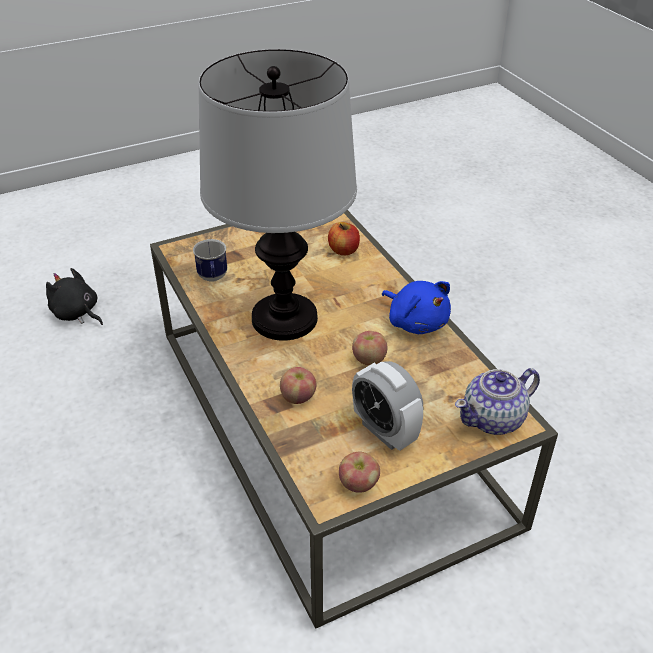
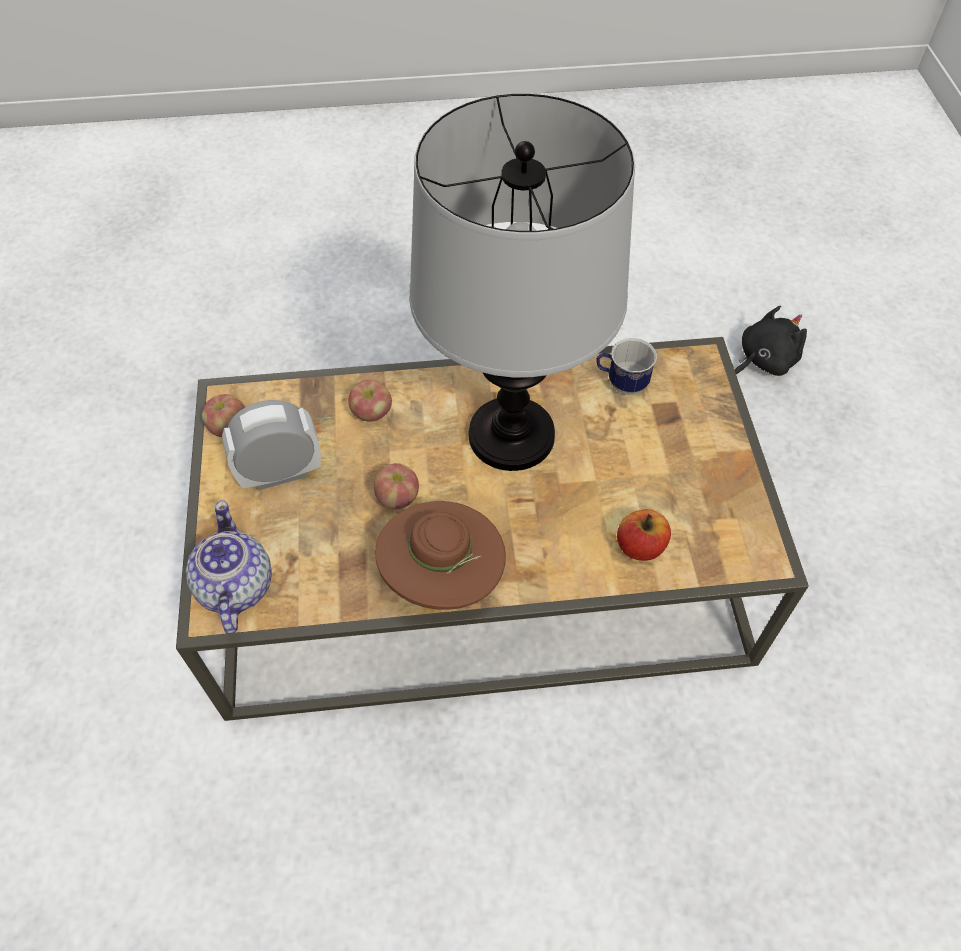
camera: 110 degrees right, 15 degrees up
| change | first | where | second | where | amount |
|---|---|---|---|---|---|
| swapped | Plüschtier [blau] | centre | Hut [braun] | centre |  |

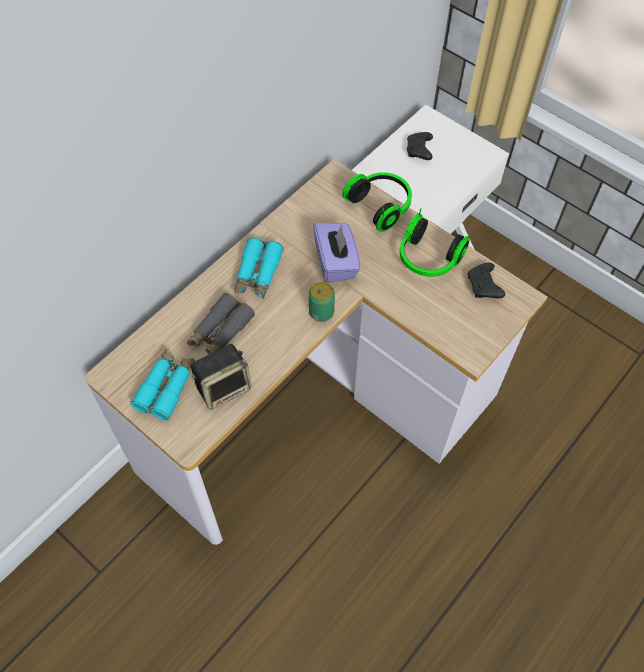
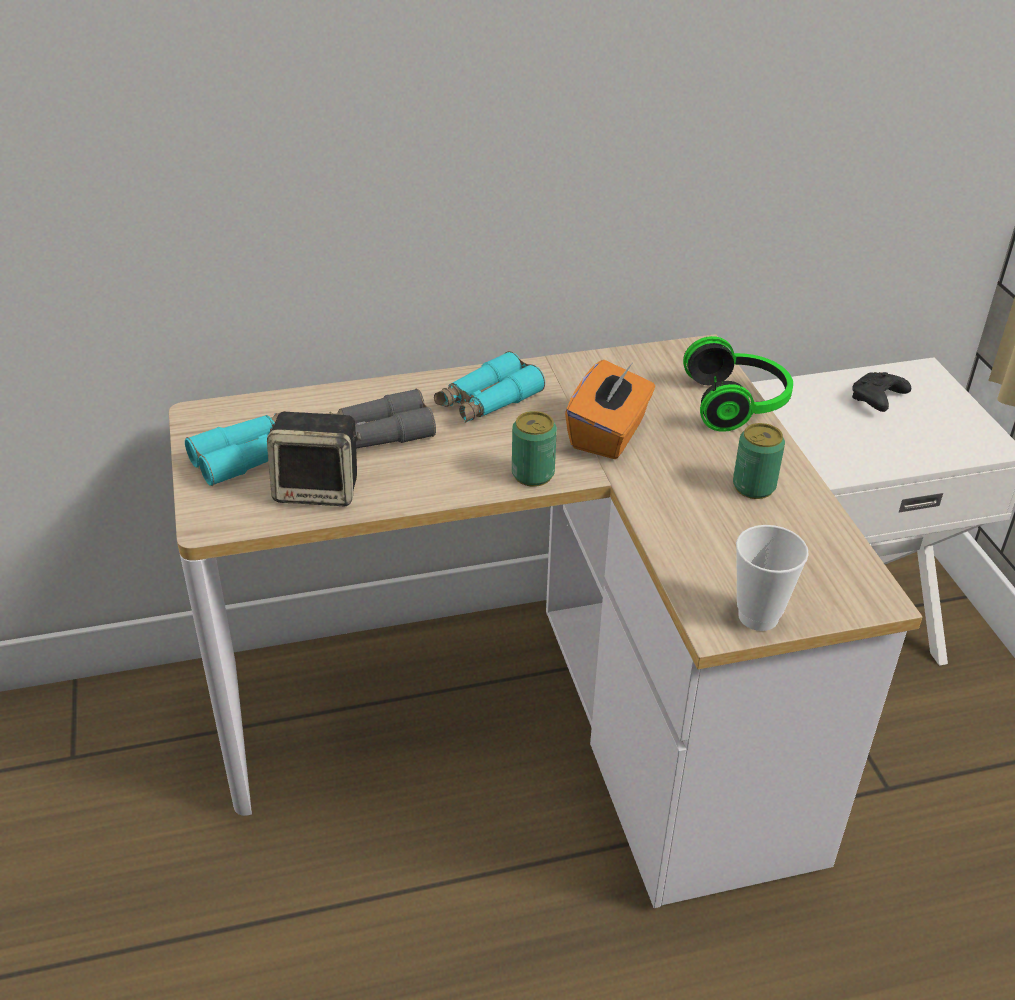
camera: 35 degrees right, 20 degrees down
| change | first | where | second | where | amount |
|---|---|---|---|---|---|
| swapped | Kopfhörer (no. 2 from left) | middle right | Dose (no. 2 from left) | middle right |  |
| repainted | Taschentuchbox [lila] | centre | Taschentuchbox [orange] | centre |  |
| gone | Gamepad [schwarz] (no. 2 from left) | middle right |  |  |  |
| new |  |  | Tasse | middle right |  |

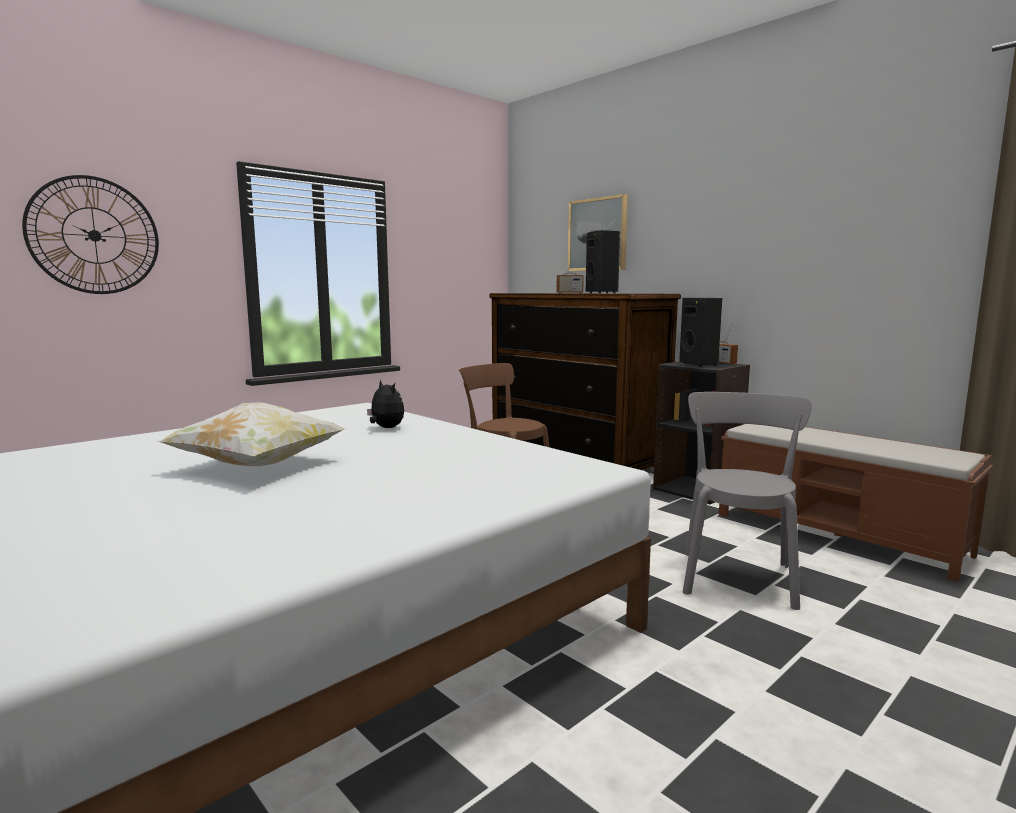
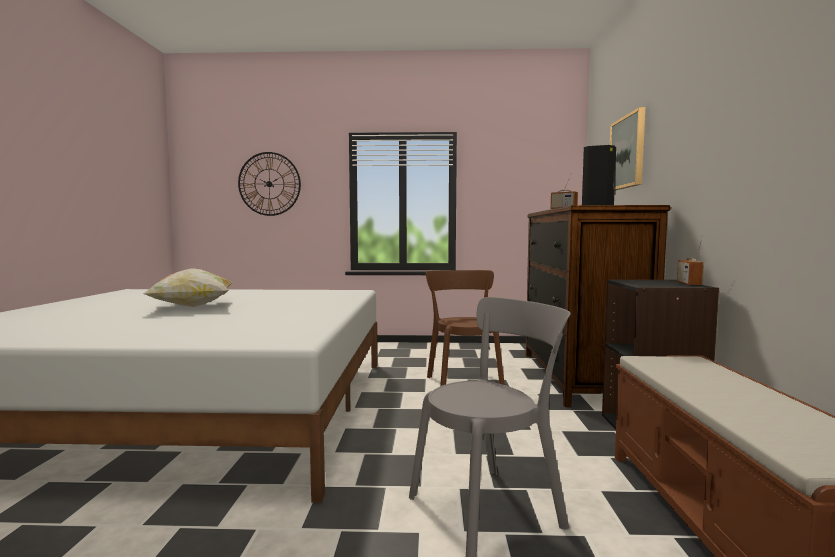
camera: 45 degrees right, 5 degrees down
| change | first | where | second | where | amount |
|---|---|---|---|---|---|
| gone | Lautsprecher [schwarz] (no. 2 from left) | middle right |  |  |  |
| gone | Plüschtier | centre |  |  |  |

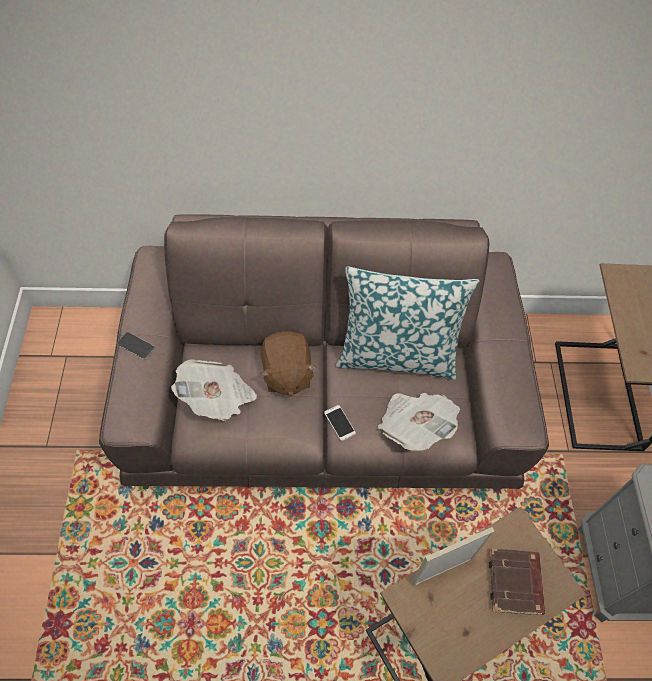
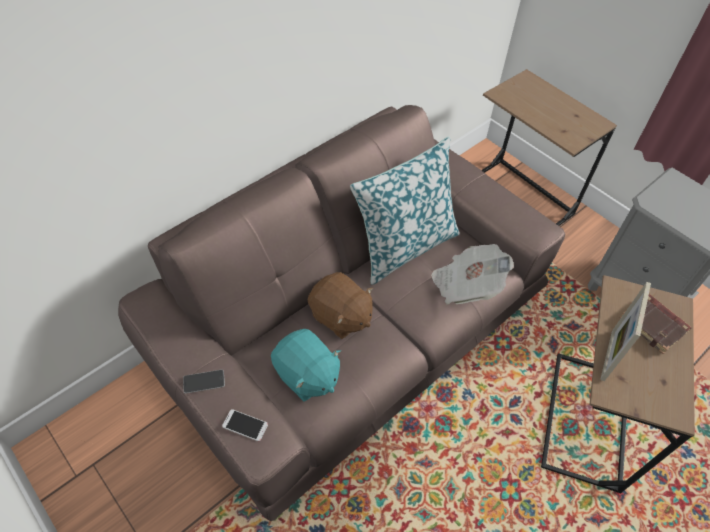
camera: 40 degrees left, 5 degrees down
| change | first | where | second | where | amount |
|---|---|---|---|---|---|
| swapped | Zeitung (no. 1 from left) | middle left | Plüschtier [türkis] | bottom centre |  |
| shifted | Handy (no. 2 from left) | centre |  | bottom centre |  |

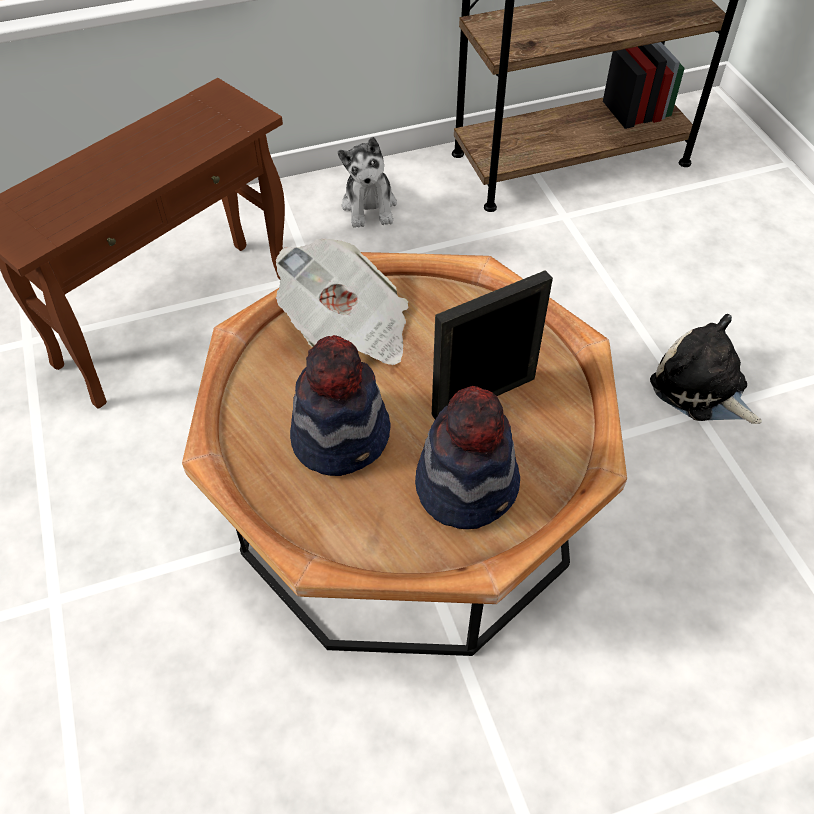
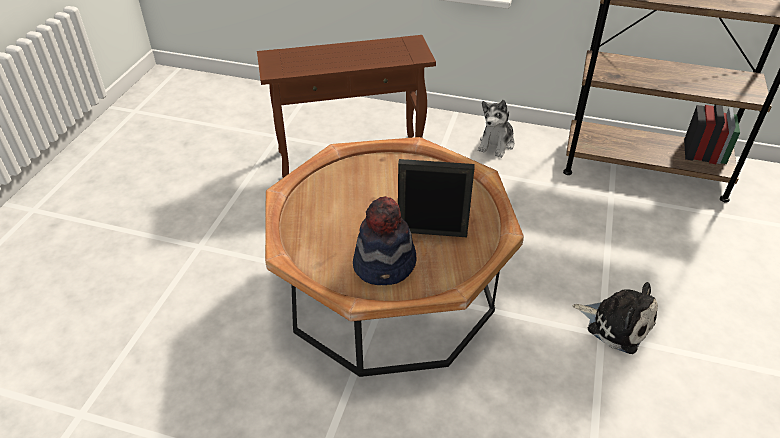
camera: 35 degrees right, 10 degrees down
| change | first | where | second | where | amount |
|---|---|---|---|---|---|
| gone | Zeitung | centre |  |  |  |
| rotated | Plüschtier (no. 2 from left) | middle right |  | bottom right | 135 degrees clockwise |
| gone | Hut (no. 1 from left) | centre |  |  |  |

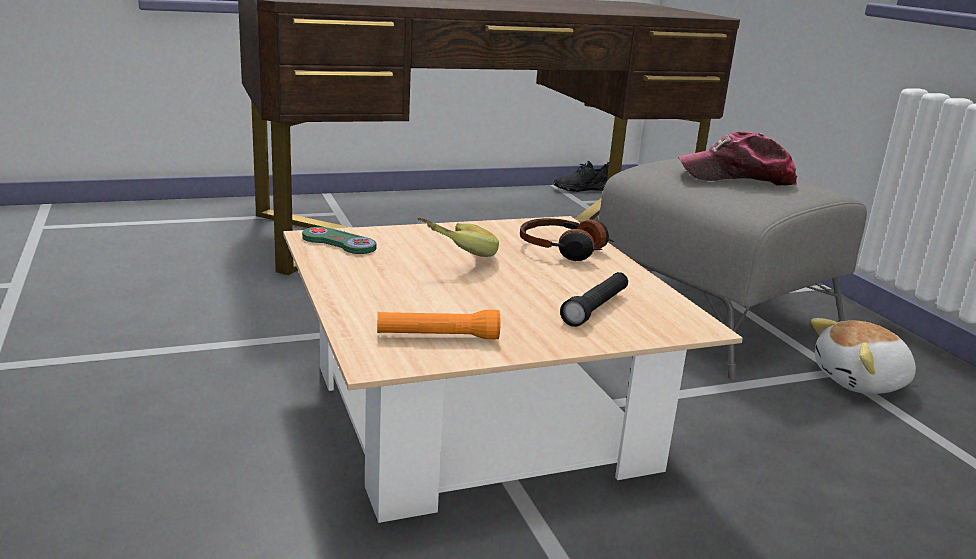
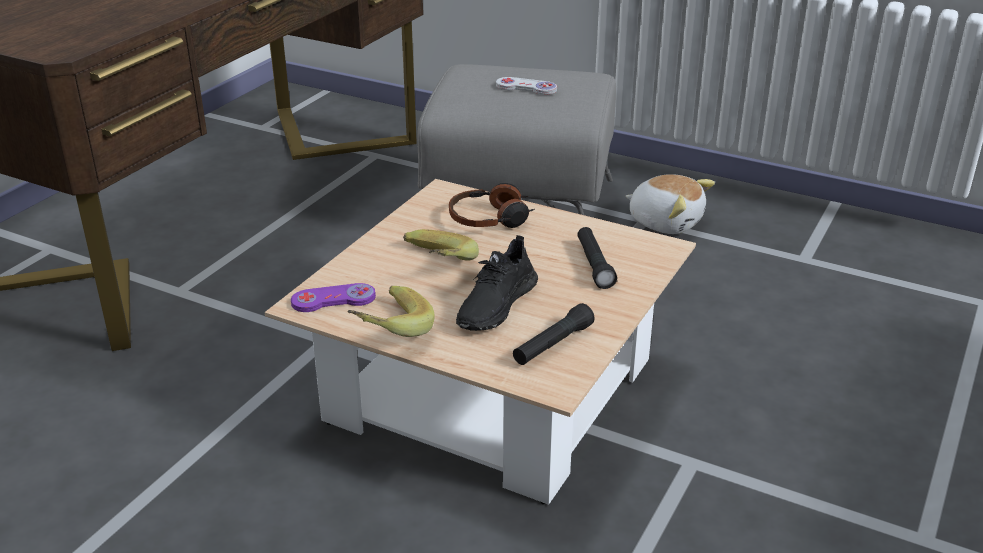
camera: 40 degrees left, 10 degrees up
| change | first | where | second | where | amount |
|---|---|---|---|---|---|
| swapped | Kappe | top right | Gamepad [weiß] | top centre |  |
| shifted | Schuh [schwarz] | top centre |  | centre |  |
| repainted | Gamepad [grün] | centre | Gamepad [lila] | centre |  |
| repainted | Taschenlampe [orange] | centre | Taschenlampe [schwarz] (no. 1 from left) | centre |  |
| rotated | Plüschtier | middle right |  | middle right | 90 degrees counterclockwise |
| new |  |  | Banane (no. 1 from left) | centre |  |

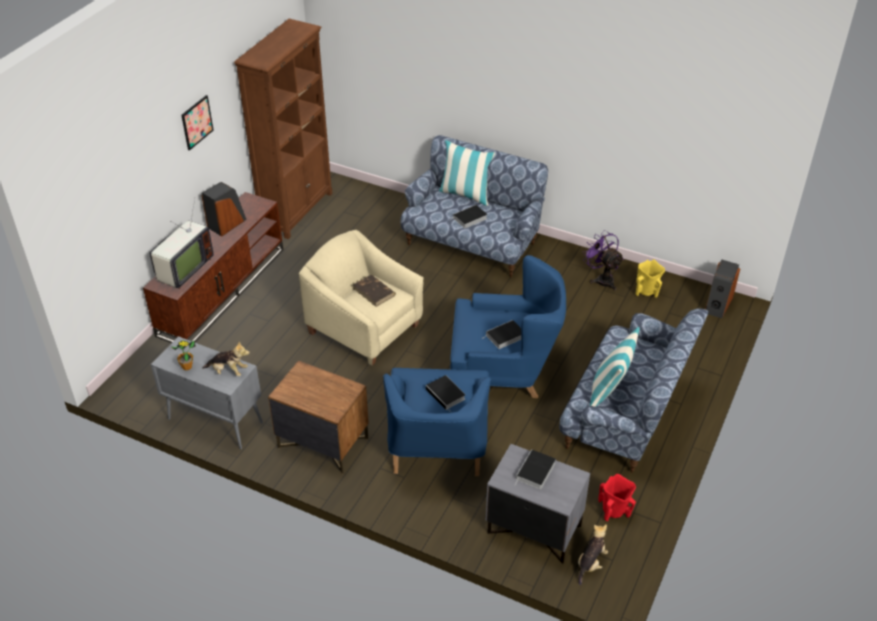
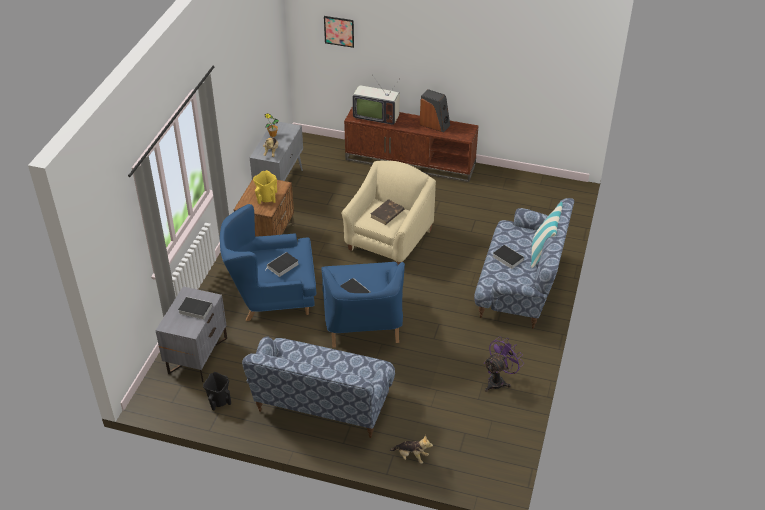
camera: 80 degrees right, 0 degrees up
| change | first | where | second | where | amount |
|---|---|---|---|---|---|
| gone | Bücherregal [braun] | top left |  |  |  |
| shifted | Bild | top left |  | top centre |  |
| shifted | Vase [gelb] | middle right |  | centre |  |
| gone | Lautsprecher (no. 2 from left) | middle right |  |  |  |
| gone | Kissen (no. 2 from left) | middle right |  |  |  |
| repainted | Vase [rot] | bottom right | Vase [schwarz] | bottom left |  |
| shifted | Plüschtier (no. 2 from left) | bottom right |  | bottom centre |  |

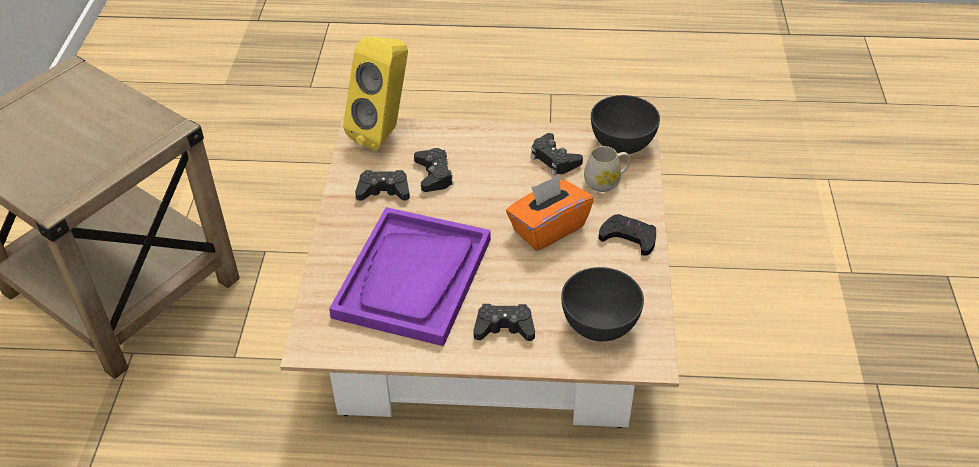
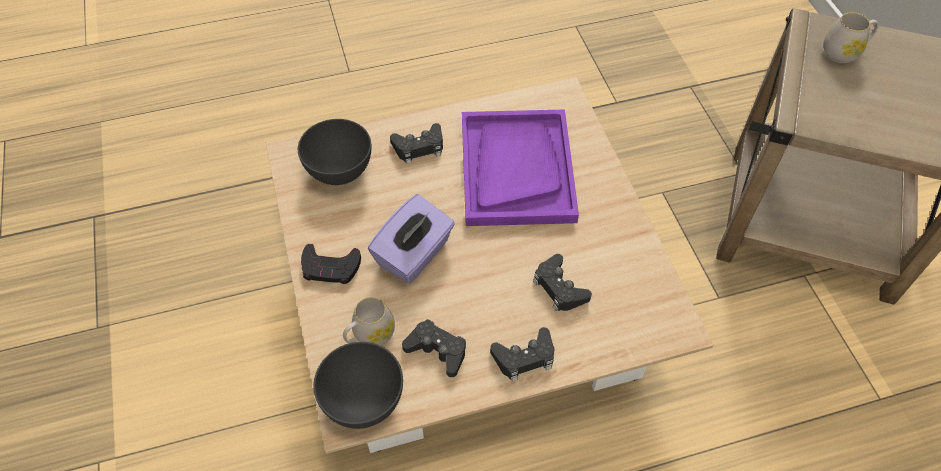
camera: 160 degrees right, 10 degrees up
| change | first | where | second | where | amount |
|---|---|---|---|---|---|
| gone | Lautsprecher [gelb] | top centre |  |  |  |
| shifted | Gamepad [schwarz] (no. 1 from left in the first image) | centre | Gamepad [schwarz] (no. 4 from left) | bottom centre |  |
| repainted | Taschentuchbox [orange] | centre | Taschentuchbox [lila] | centre |  |
| new |  |  | Henkelbecher [weiß] (no. 2 from left) | top right |  |

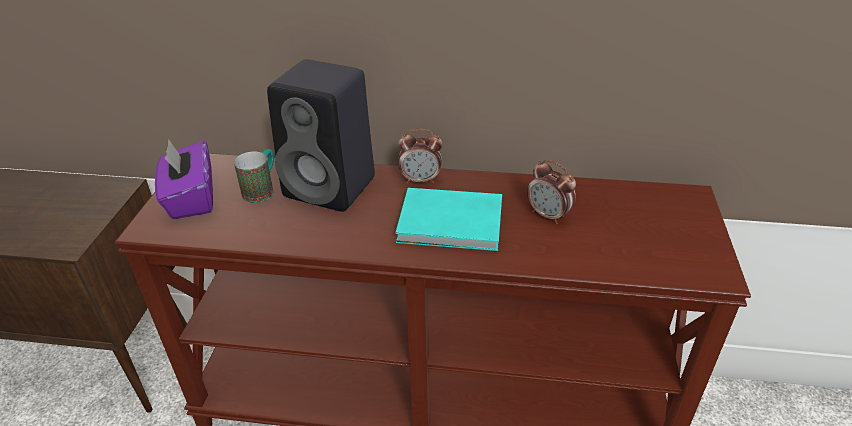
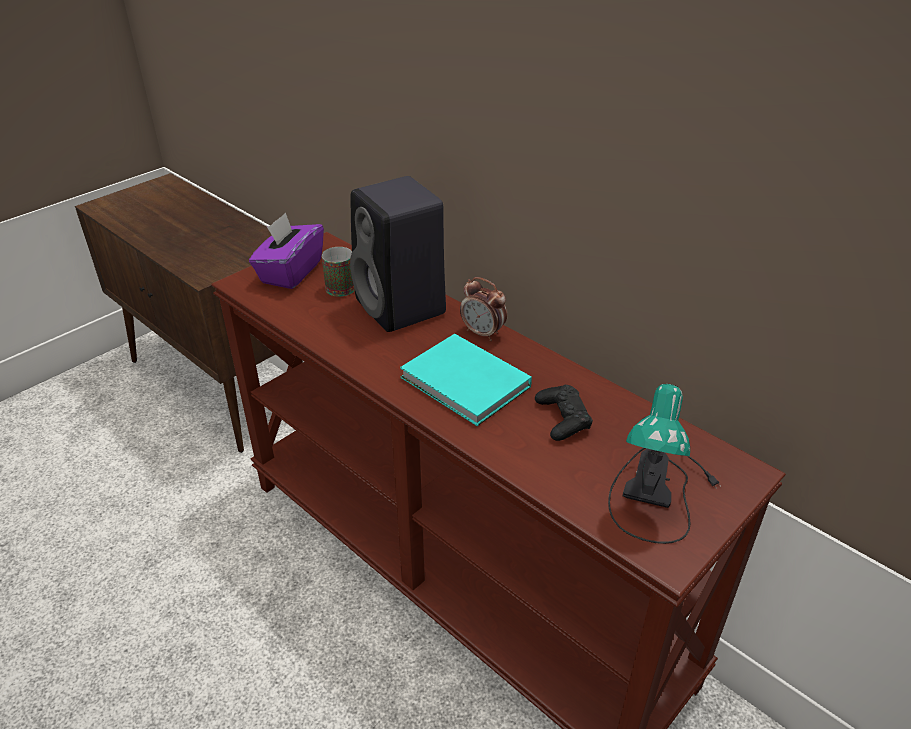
camera: 35 degrees right, 0 degrees up
| change | first | where | second | where | amount |
|---|---|---|---|---|---|
| swapped | Wecker (no. 2 from left) | centre | Gamepad [schwarz] | centre |  |
| new |  |  | Tischlampe | middle right |  |

